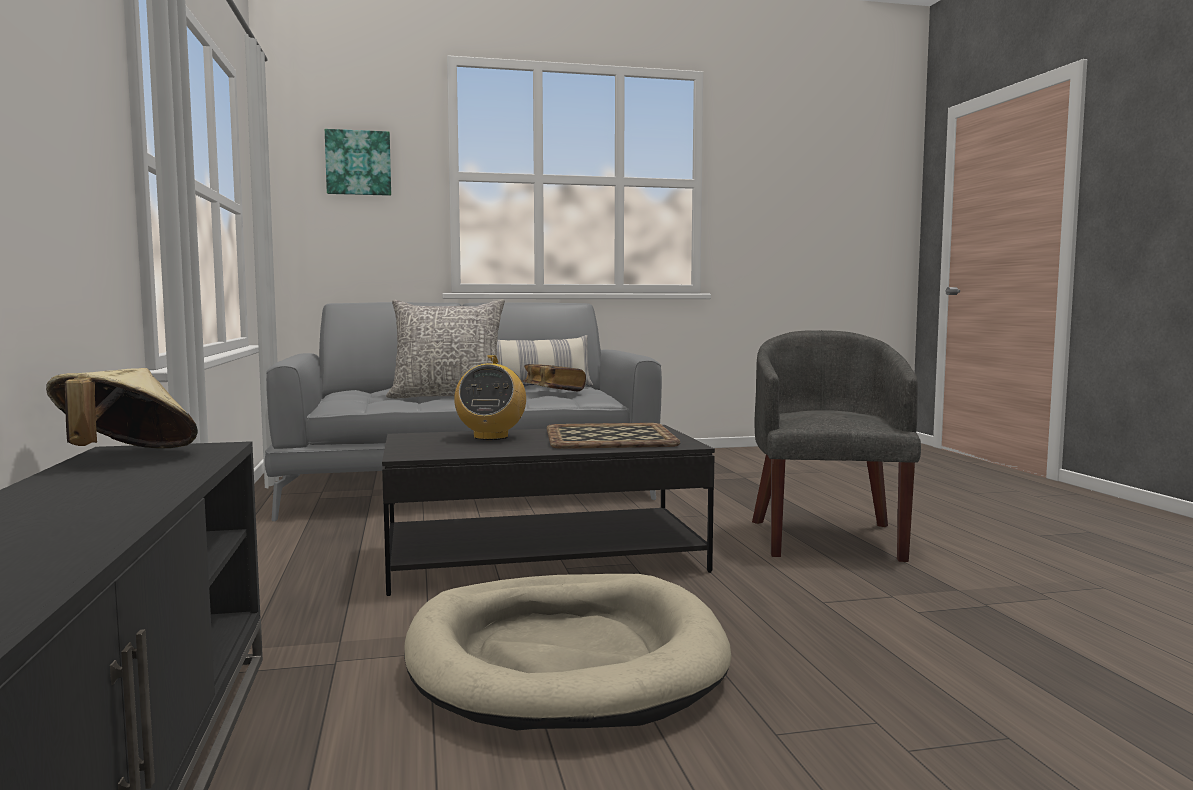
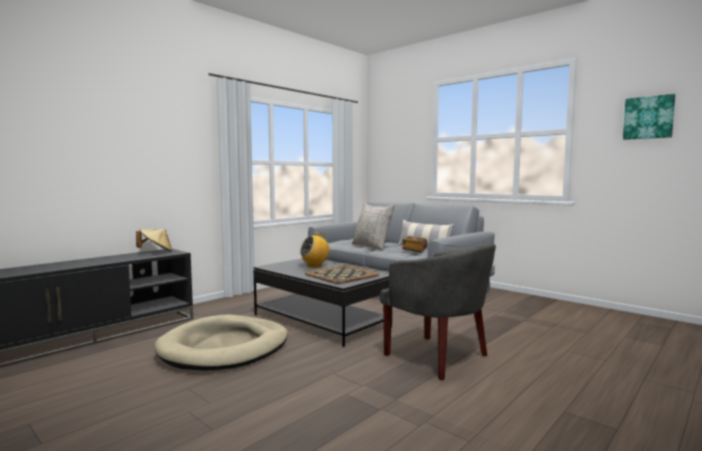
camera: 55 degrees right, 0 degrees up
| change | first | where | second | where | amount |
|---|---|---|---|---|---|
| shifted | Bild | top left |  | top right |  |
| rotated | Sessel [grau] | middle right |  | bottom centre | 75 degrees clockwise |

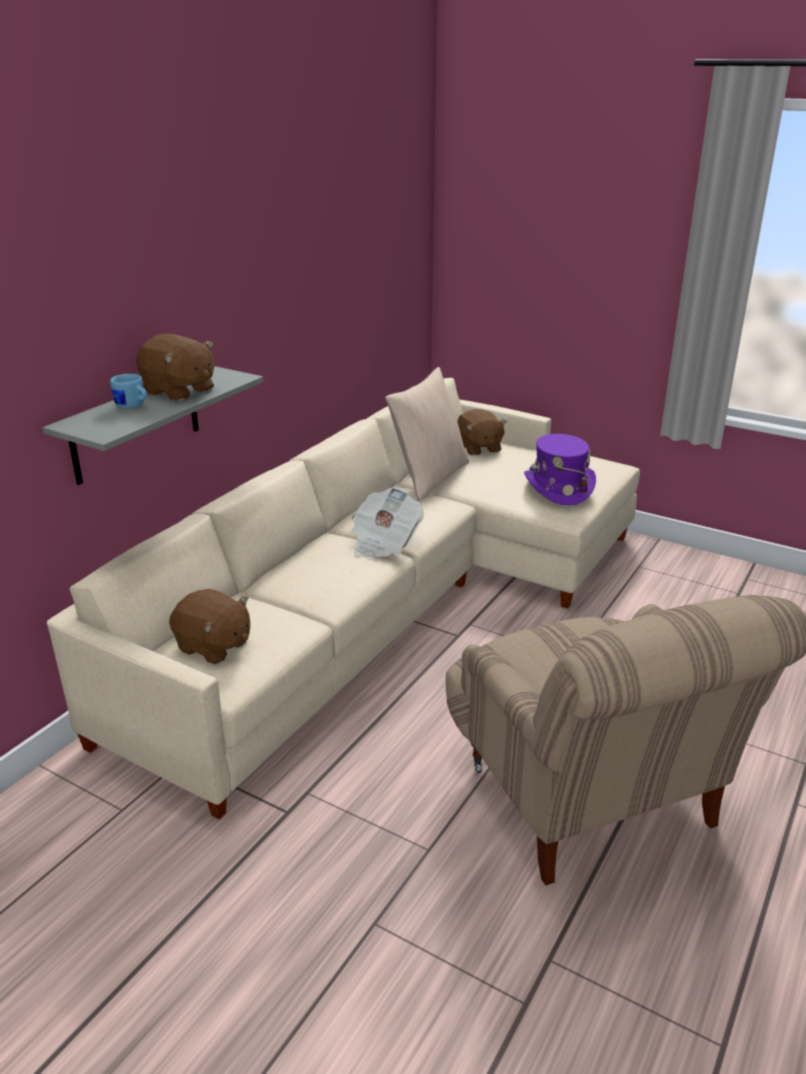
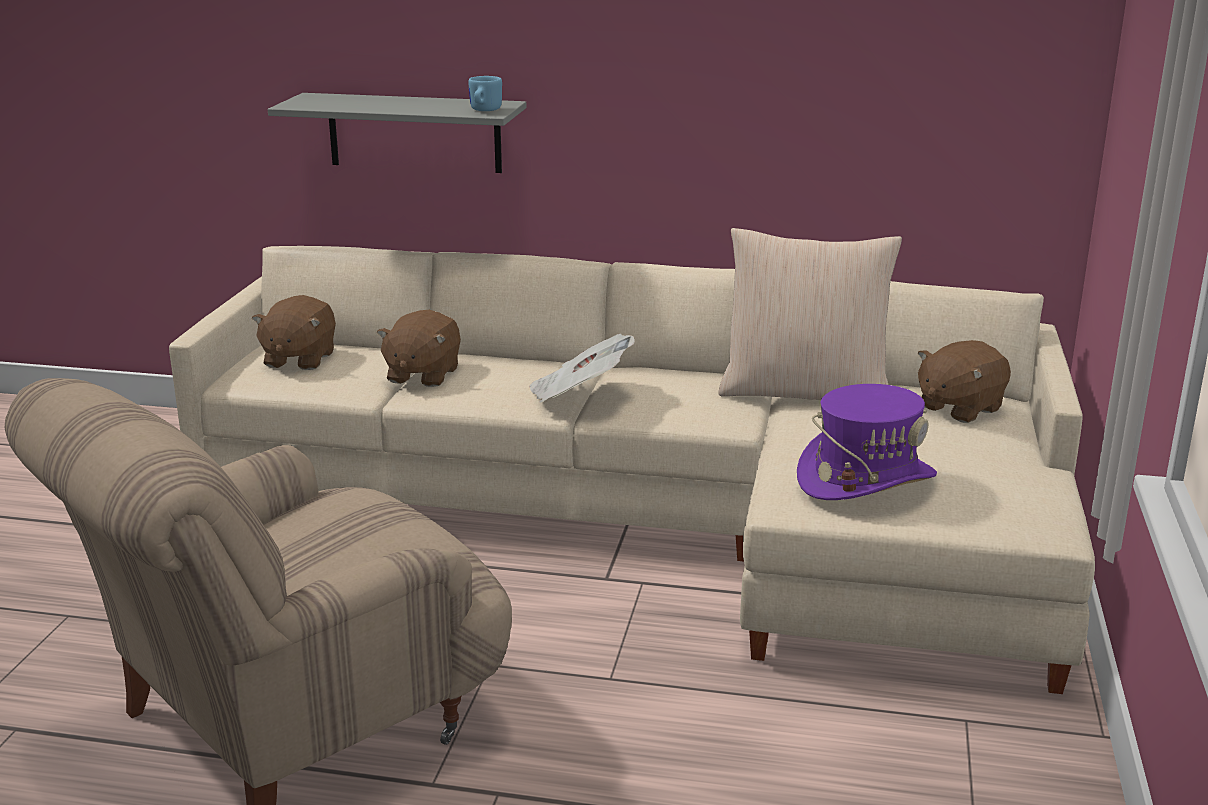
camera: 70 degrees right, 5 degrees down
| change | first | where | second | where | amount |
|---|---|---|---|---|---|
| shifted | Plüschtier [braun] (no. 1 from left in the first image) | middle left | Plüschtier [braun] (no. 2 from left) | centre |  |
| shifted | Henkelbecher [blau] | middle left |  | top centre |  |

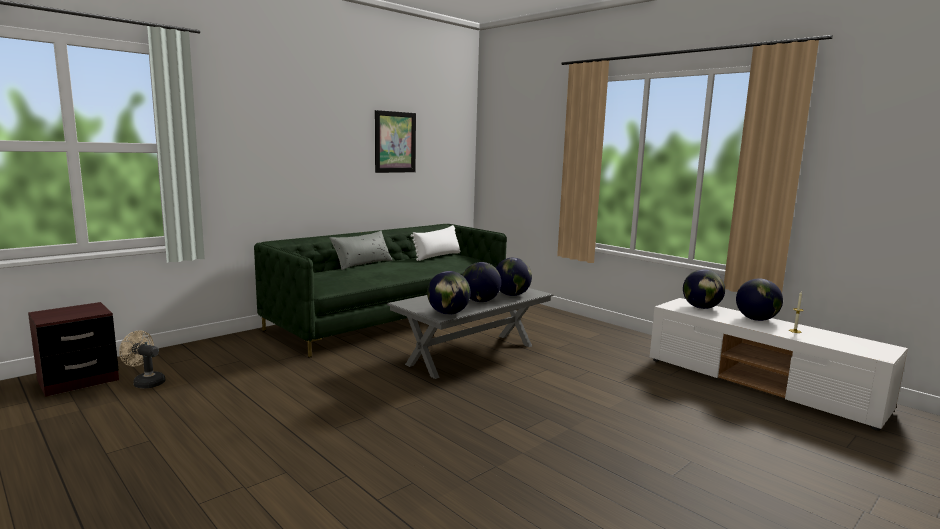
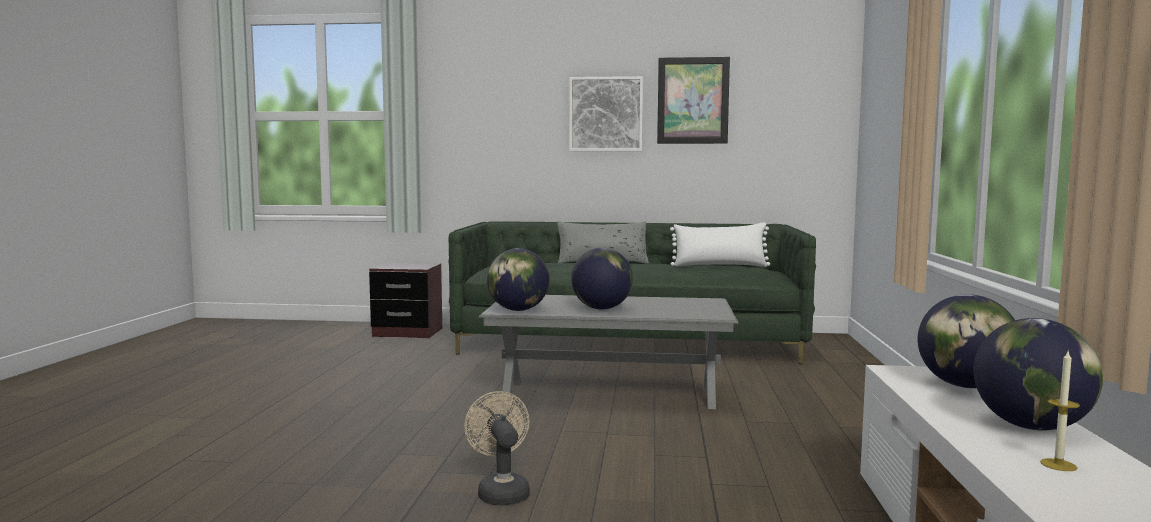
camera: 50 degrees right, 5 degrees down
| change | first | where | second | where | amount |
|---|---|---|---|---|---|
| gone | Globus (no. 3 from left) | centre |  |  |  |
| shifted | Nachttisch [braun] | middle left |  | centre |  |
| shifted | Ventilator [beige] | bottom left |  | bottom centre |  |
| new |  |  | Bild (no. 1 from left) | top centre |  |

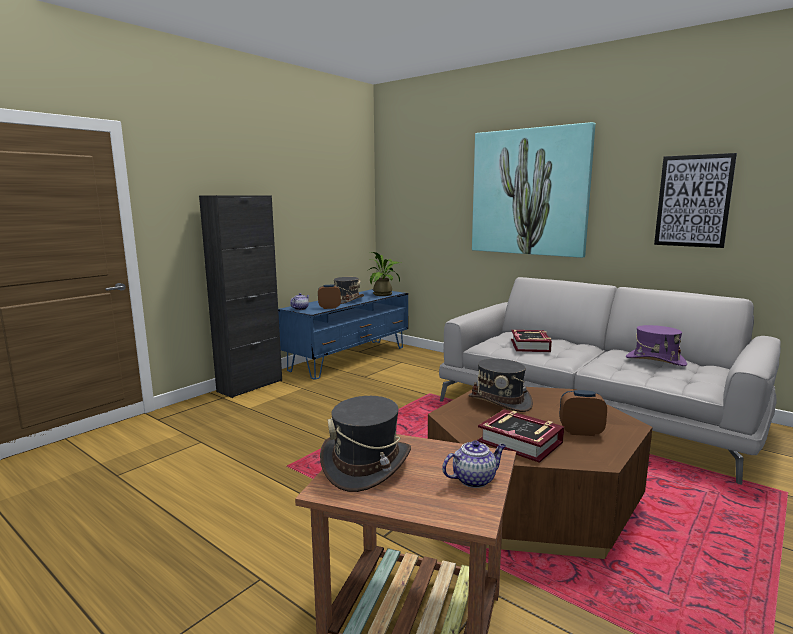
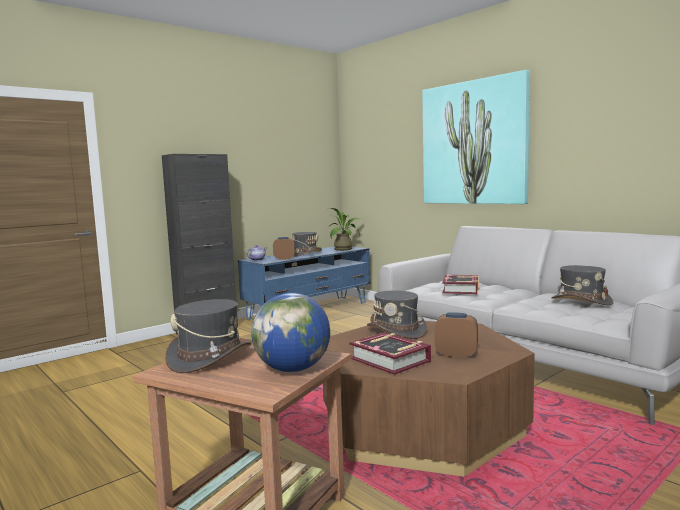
camera: 10 degrees right, 5 degrees down
| change | first | where | second | where | amount |
|---|---|---|---|---|---|
| gone | Bild (no. 2 from left) | top right |  |  |  |
| repainted | Hut [lila] | middle right | Hut [grau] (no. 4 from left) | middle right |  |
| swapped | Teekanne (no. 2 from left) | bottom centre | Globus | centre |  |

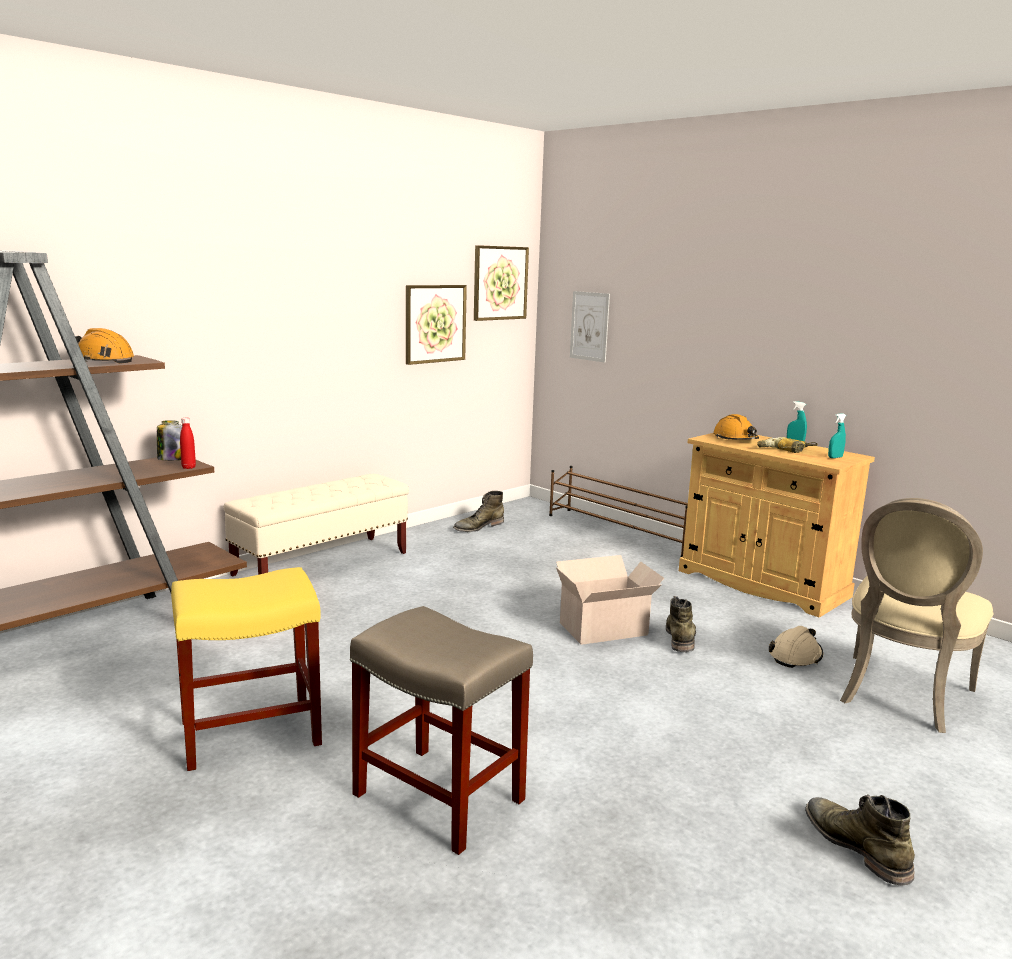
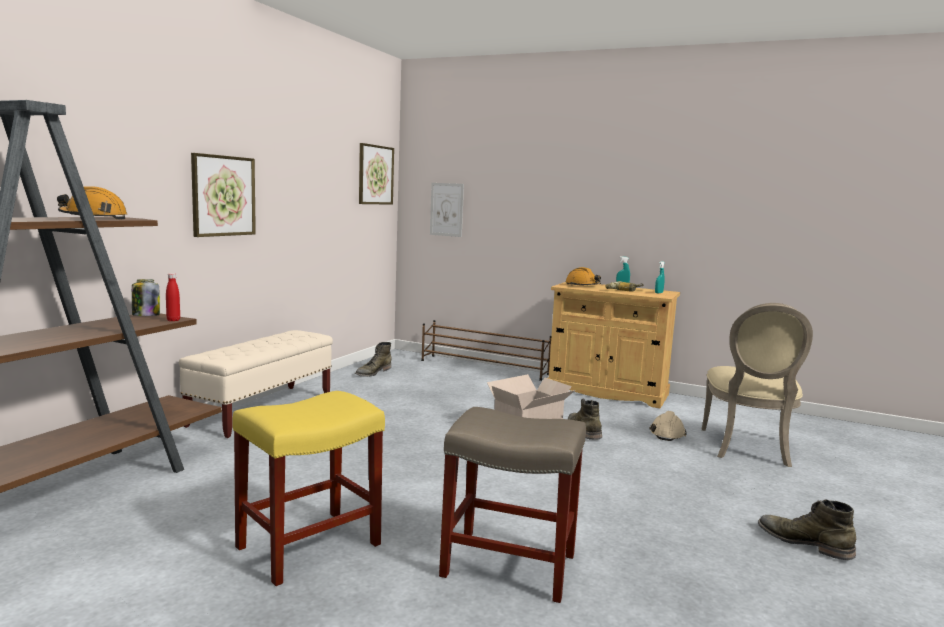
camera: 20 degrees left, 5 degrees down
| change | first | where | second | where | amount |
|---|---|---|---|---|---|
| shifted | Bild (no. 1 from left) | centre |  | top left |  |

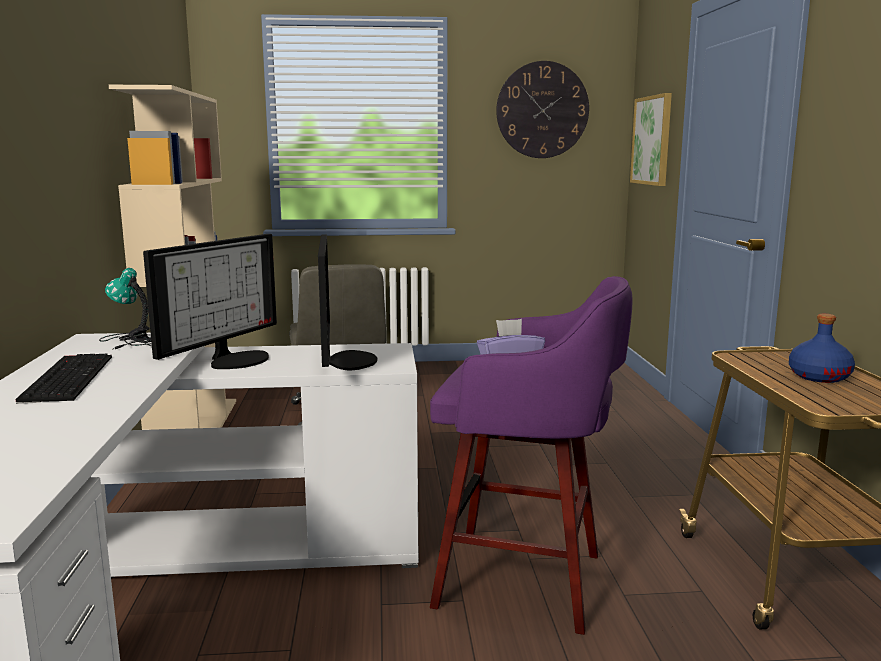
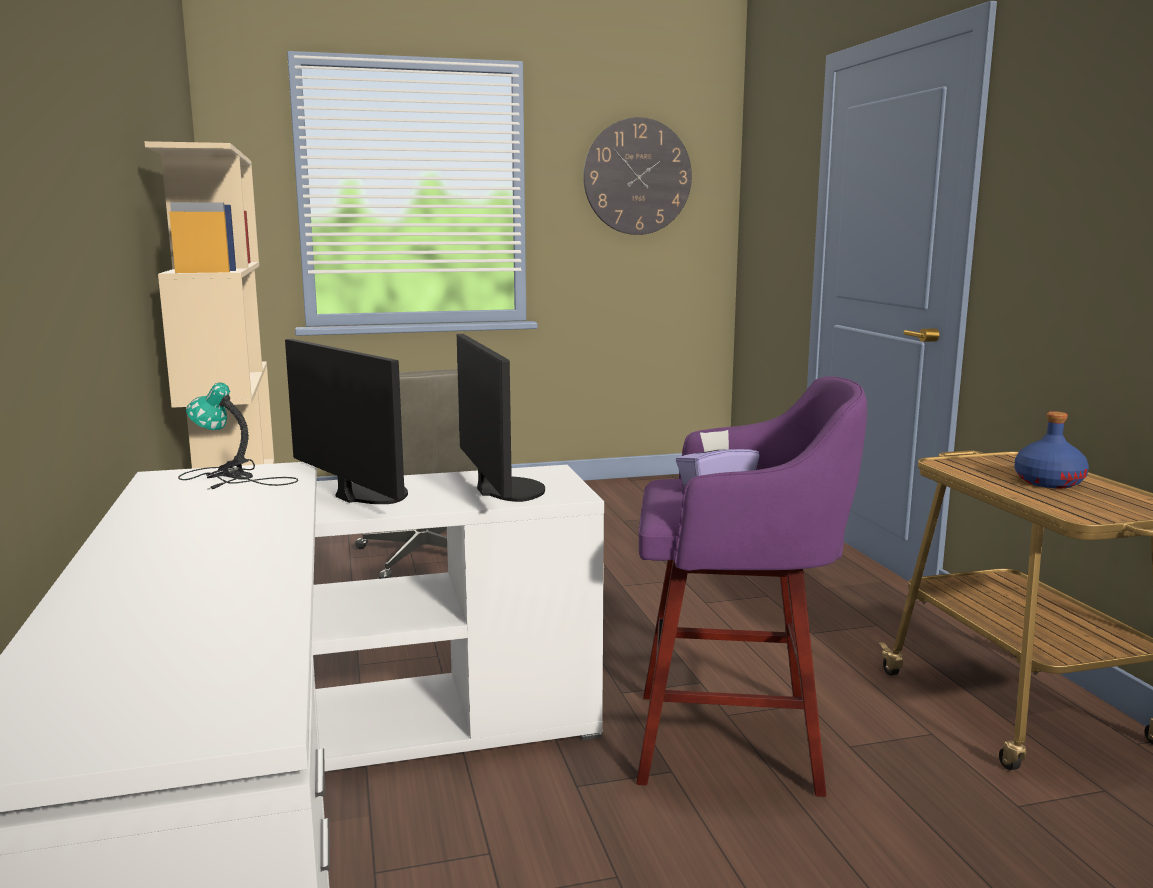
camera: 10 degrees left, 0 degrees up
| change | first | where | second | where | amount |
|---|---|---|---|---|---|
| gone | Bild | top right |  |  |  |
| rotated | Monitor (no. 1 from left) | middle left |  | middle left | 60 degrees counterclockwise |
| gone | Tastatur | middle left |  |  |  |

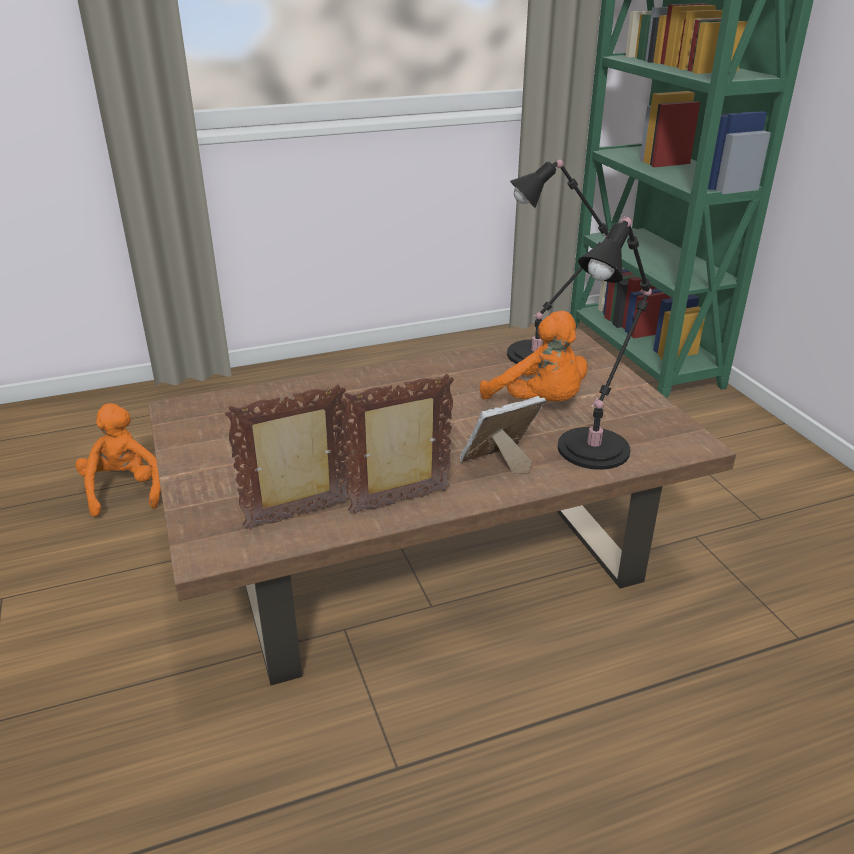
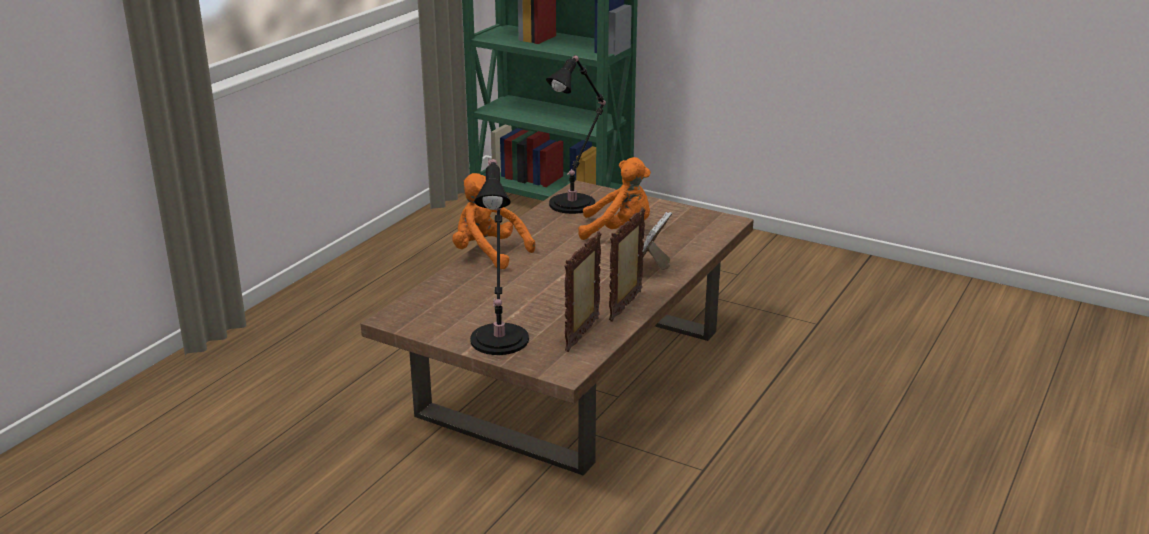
camera: 40 degrees left, 5 degrees down
| change | first | where | second | where | amount |
|---|---|---|---|---|---|
| shifted | Tischlampe [schwarz] (no. 2 from left in the first image) | middle right | Tischlampe [schwarz] (no. 1 from left) | centre |  |
| shifted | Plüschtier [orange] (no. 1 from left) | middle left |  | centre |  |

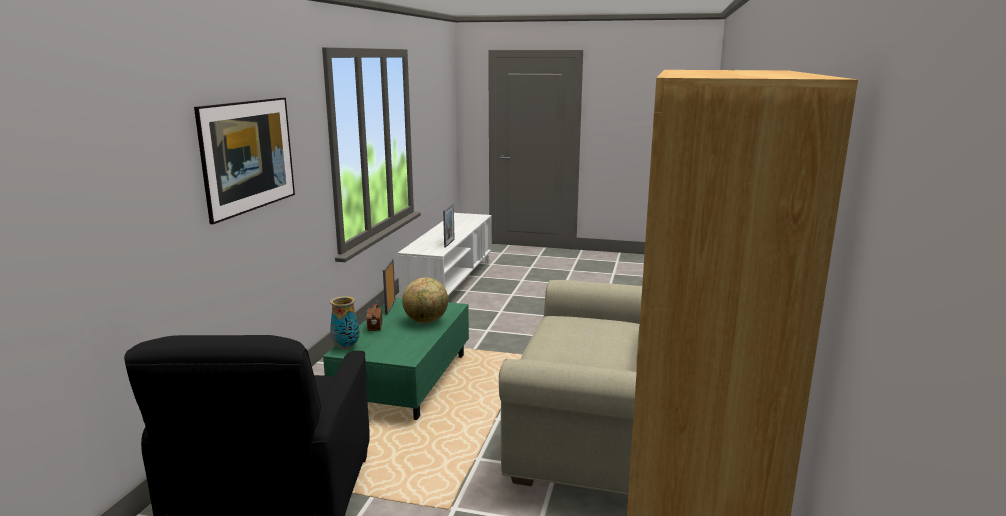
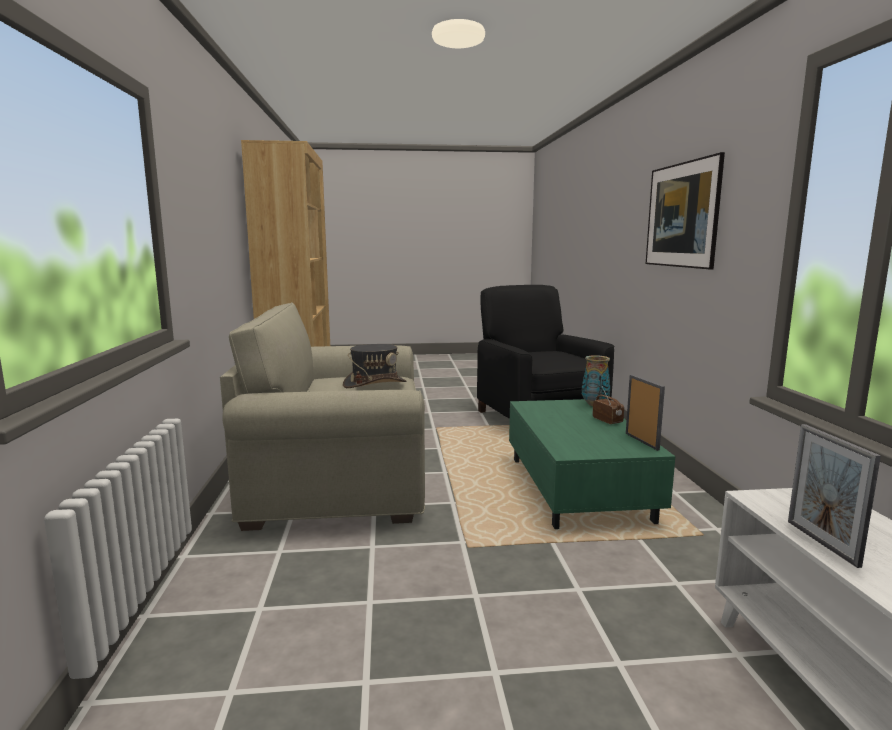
camera: 160 degrees right, 5 degrees down
| change | first | where | second | where | amount |
|---|---|---|---|---|---|
| gone | Globus | centre |  |  |  |
| new |  |  | Hut [grau] | centre |  |

